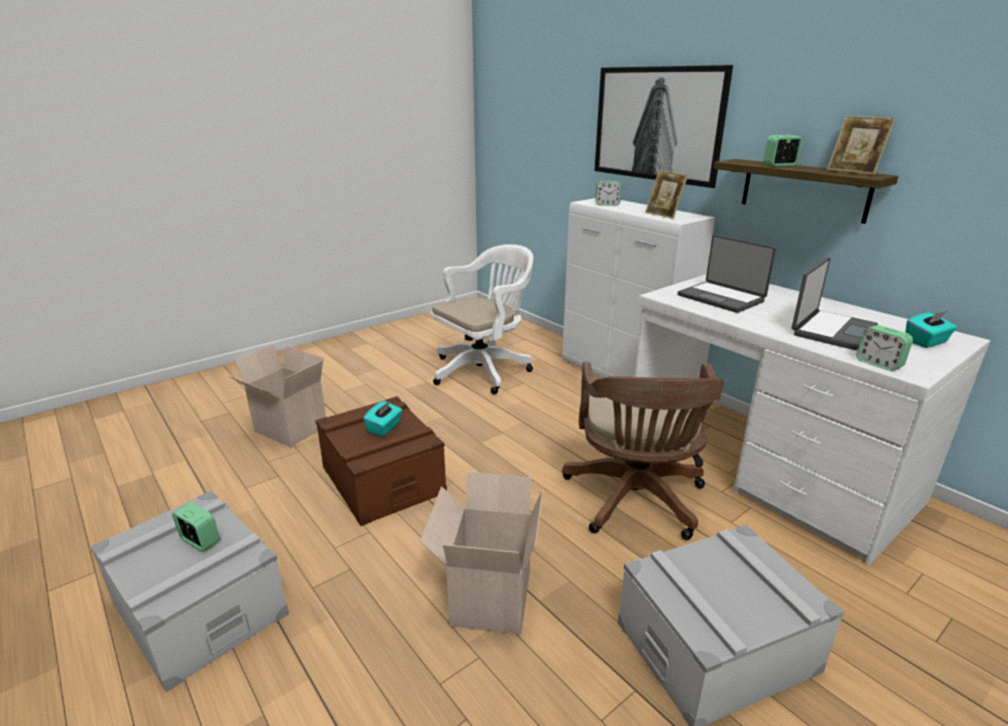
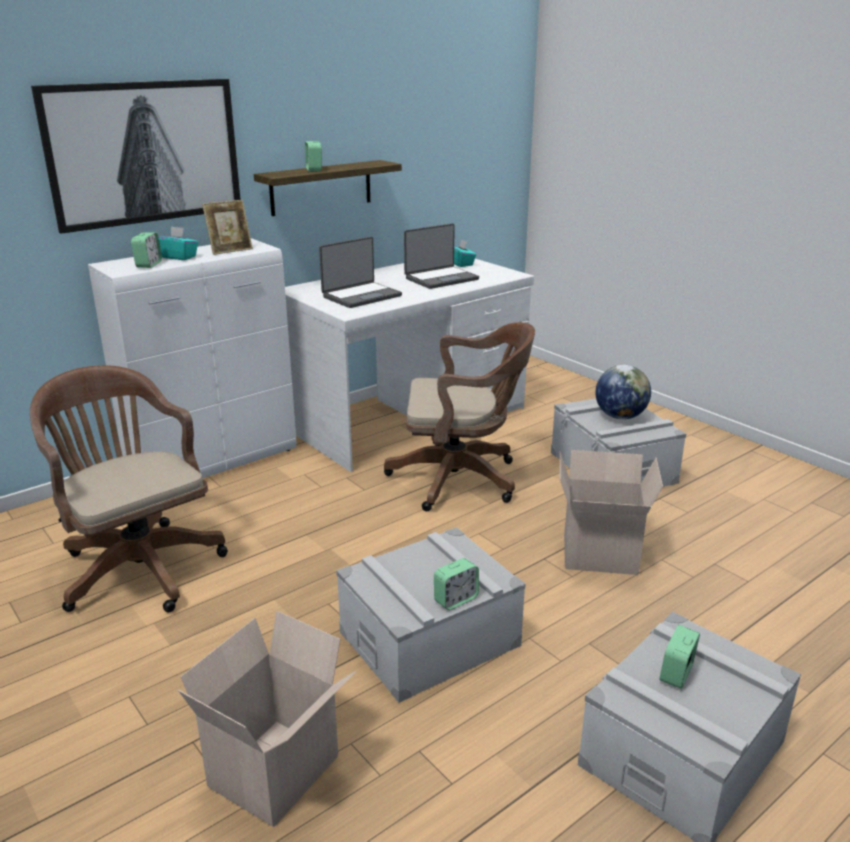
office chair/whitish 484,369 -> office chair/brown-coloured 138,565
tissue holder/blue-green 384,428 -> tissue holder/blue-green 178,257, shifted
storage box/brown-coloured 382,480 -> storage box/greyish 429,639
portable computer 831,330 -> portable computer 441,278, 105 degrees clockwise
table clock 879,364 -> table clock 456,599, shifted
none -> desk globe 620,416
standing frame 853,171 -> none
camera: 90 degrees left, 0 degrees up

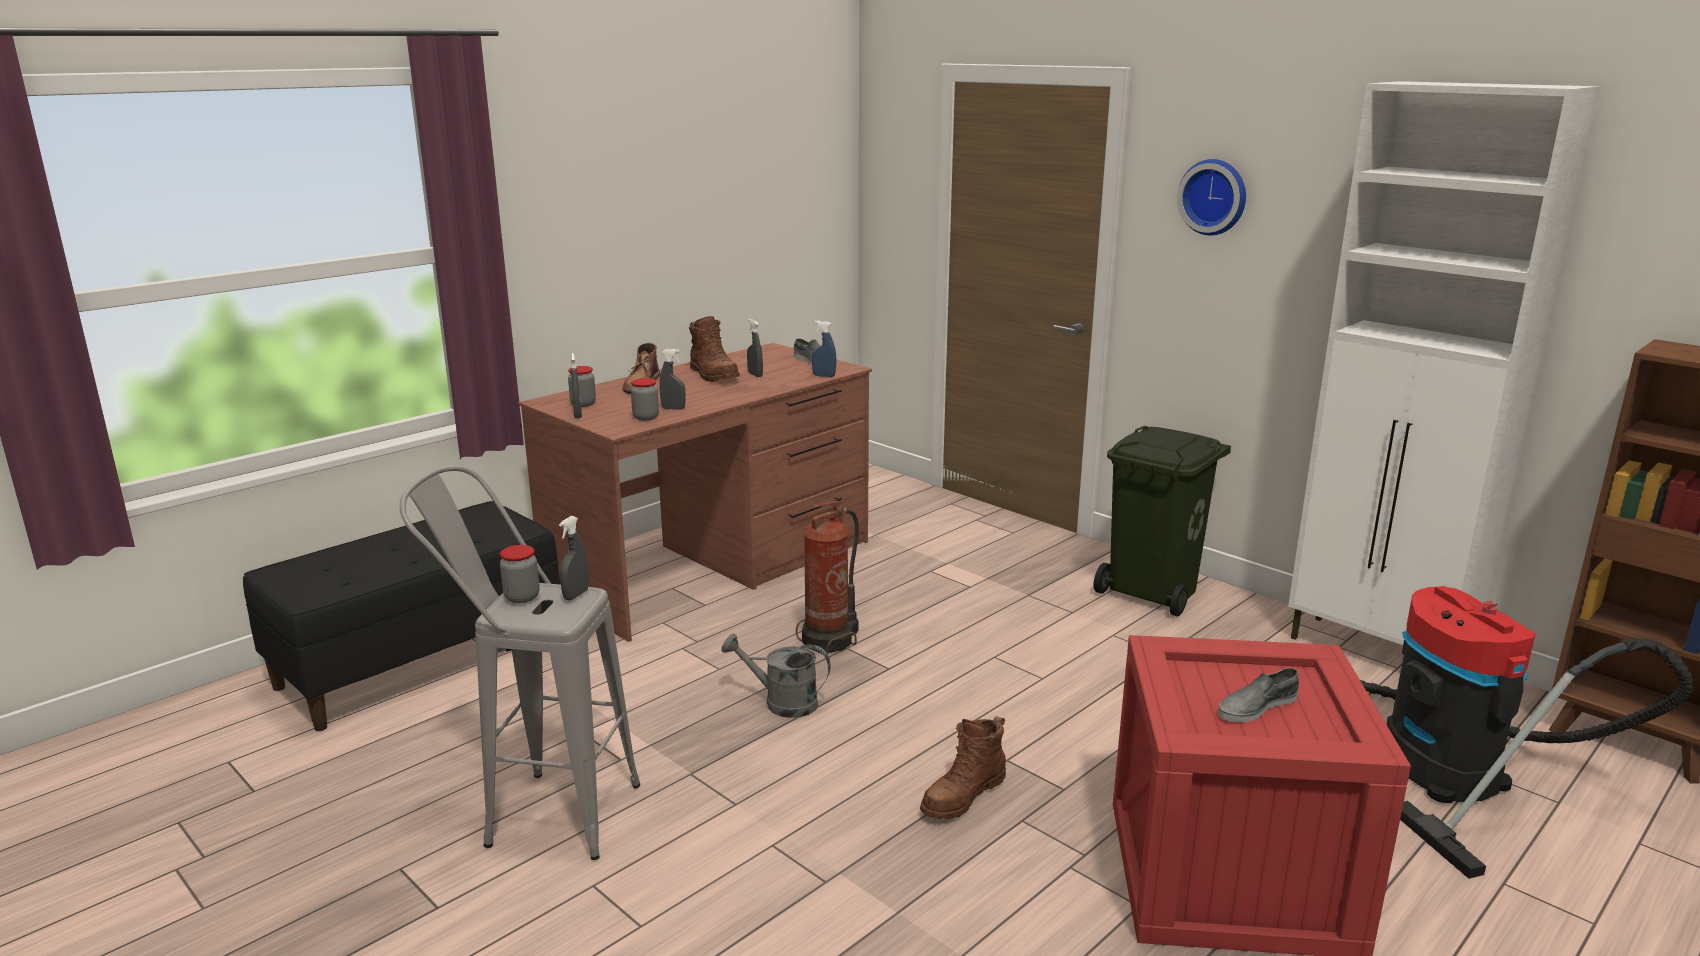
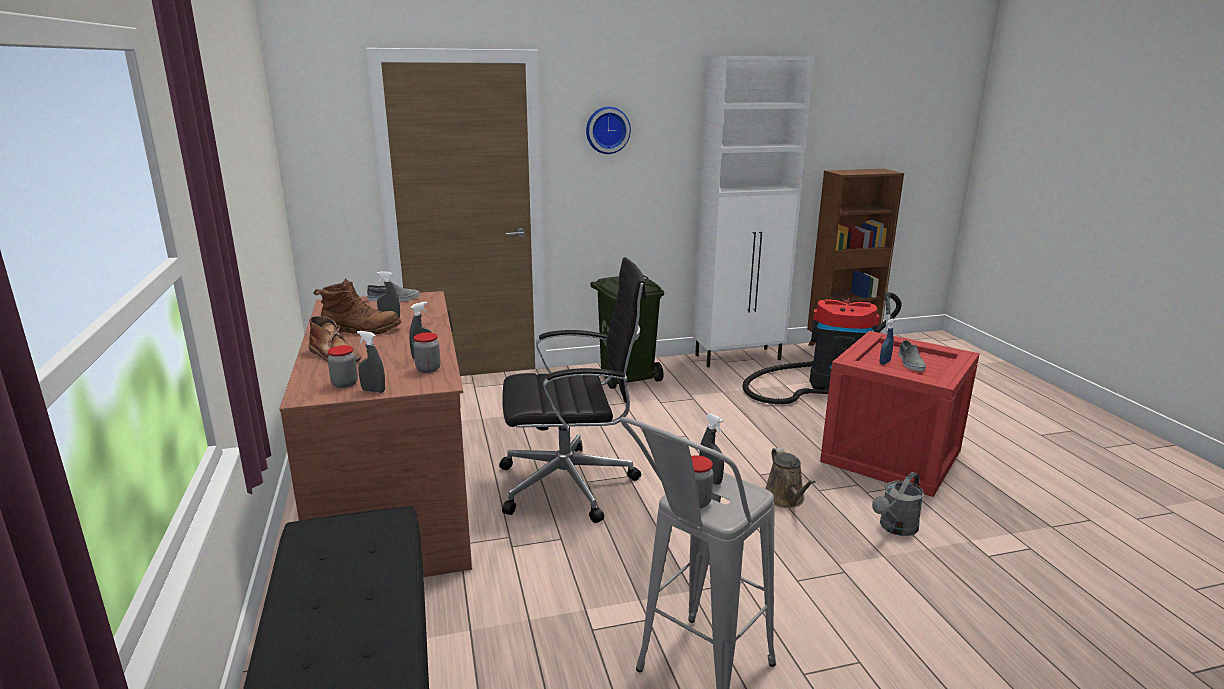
extinguisher 830,641 -> office chair/black 571,484
high-top boot/brown-coloured 963,796 -> sprinkling can/brown-coloured 786,499
sprinkling can/greyish 781,703 -> sprinkling can/greyish 895,528, shifted
hand sprayer/bluish 824,376 -> hand sprayer/bluish 884,362, shifted
camera: 60 degrees left, 0 degrees up

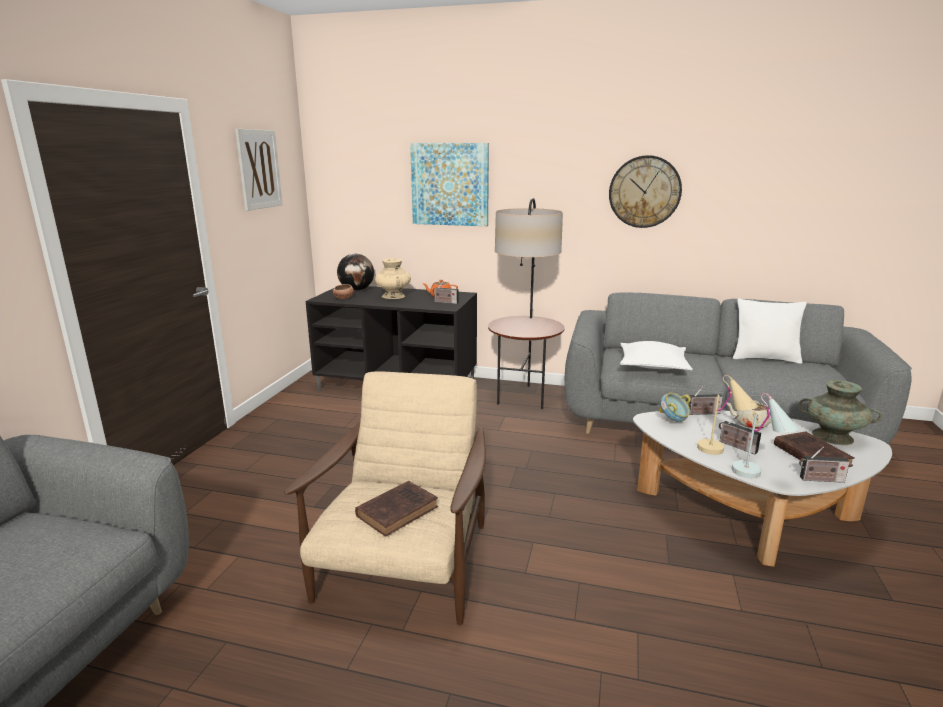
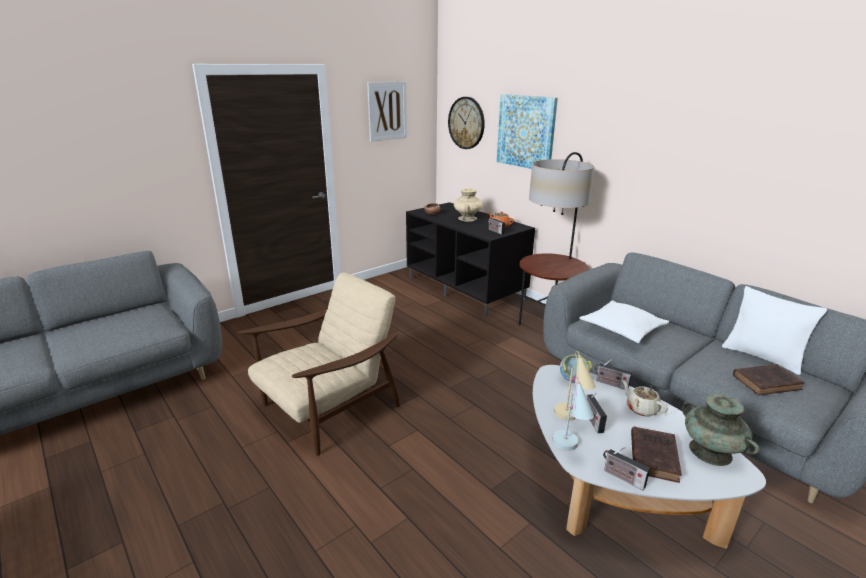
clock on the wall 644,192 -> clock on the wall 466,123, shifted
bound book/brown-coloured 399,510 -> bound book/brown-coloured 767,382, shifted
desk globe 357,290 -> none
camera: 35 degrees right, 5 degrees up

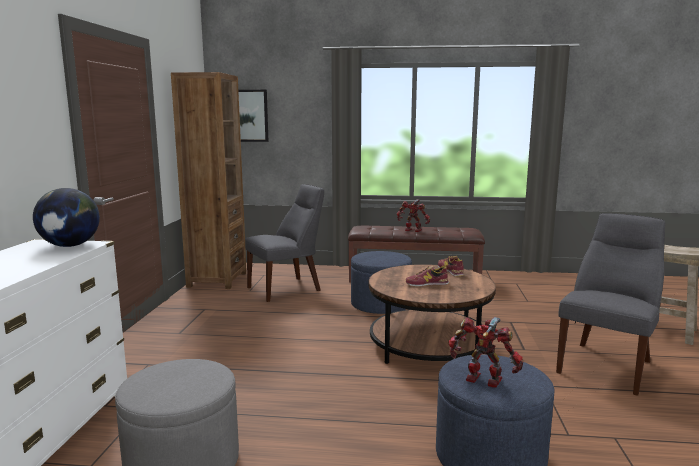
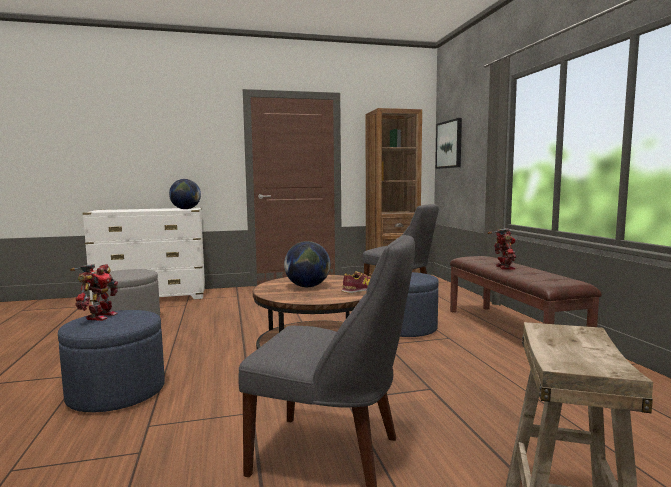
item of footwear 427,284 -> desk globe 307,286
camera: 70 degrees right, 5 degrees down

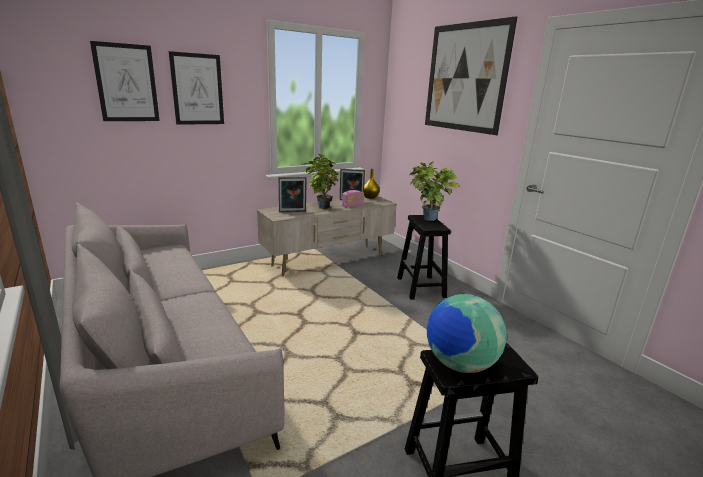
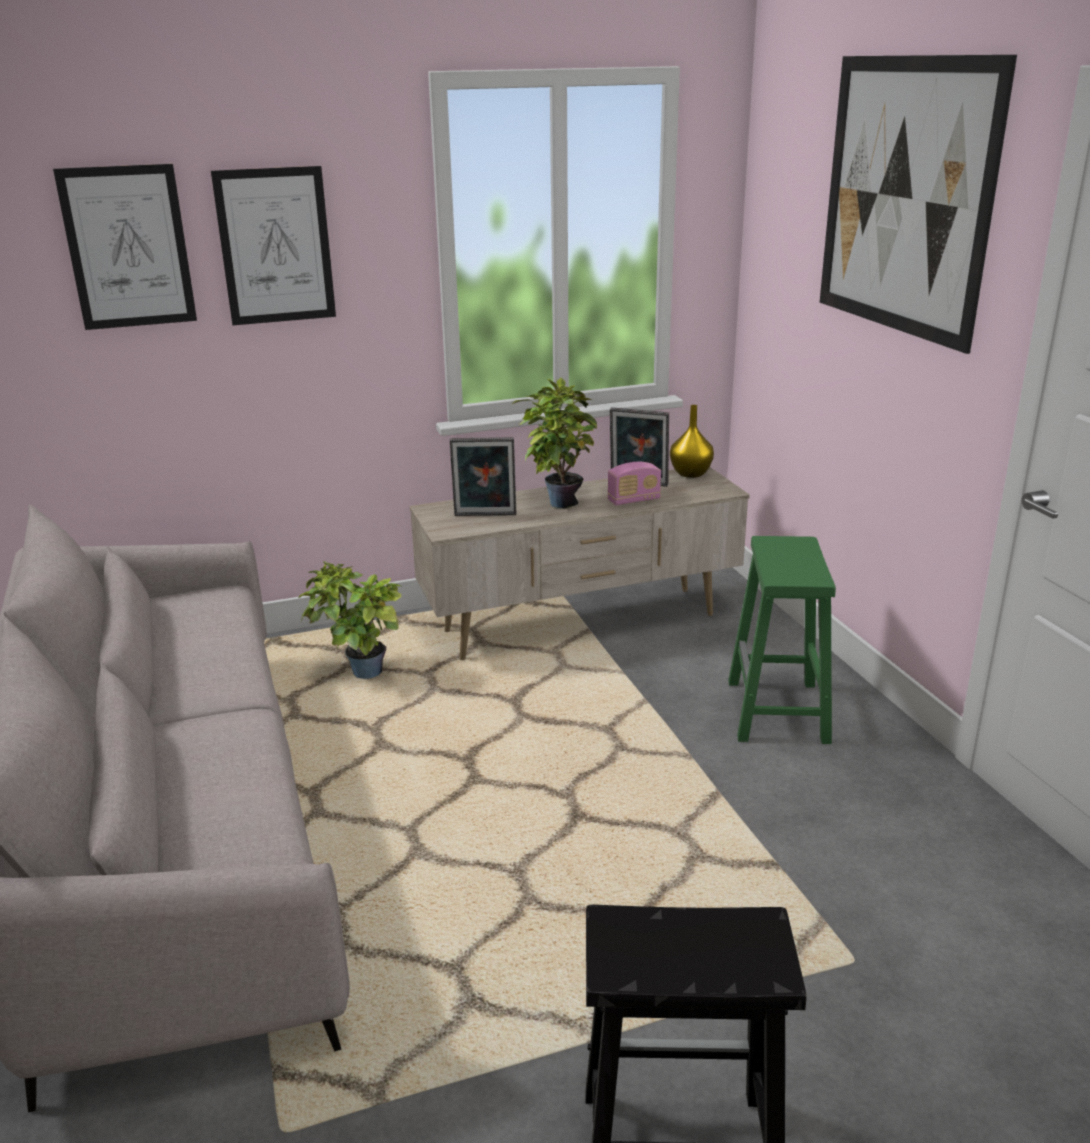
houseplant 427,219 -> houseplant 359,676, shifted
stool/black 421,287 -> stool/green 778,712
desk globe 459,364 -> none
camera: 15 degrees right, 5 degrees up

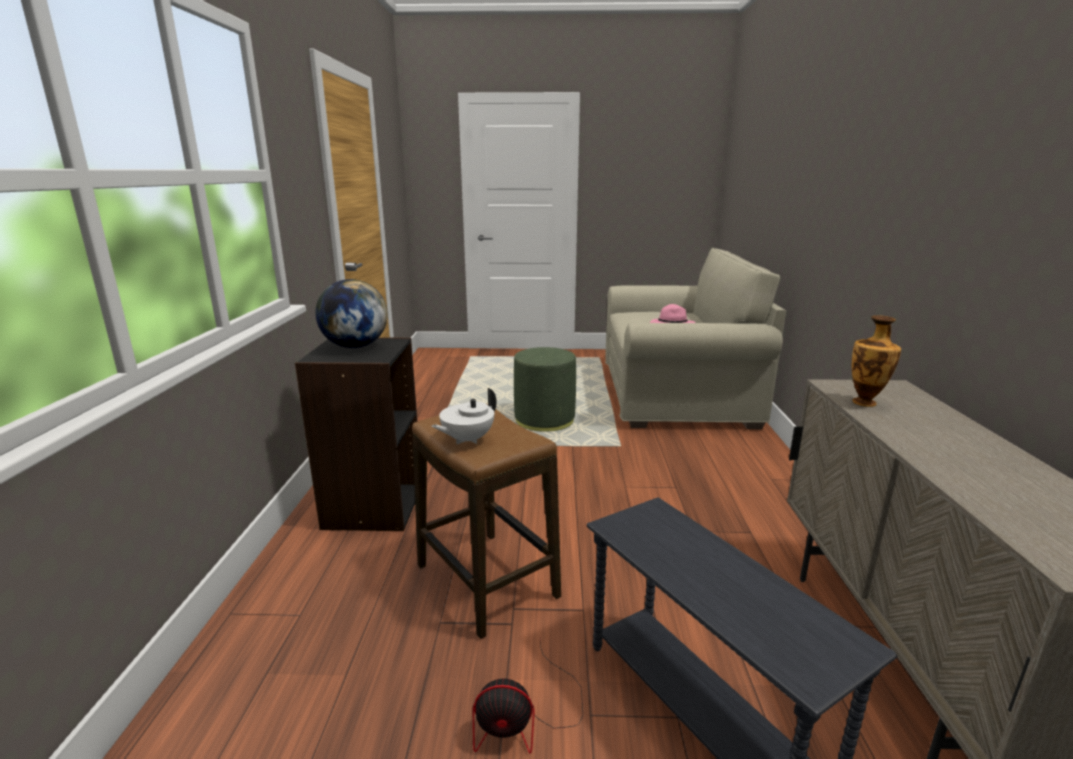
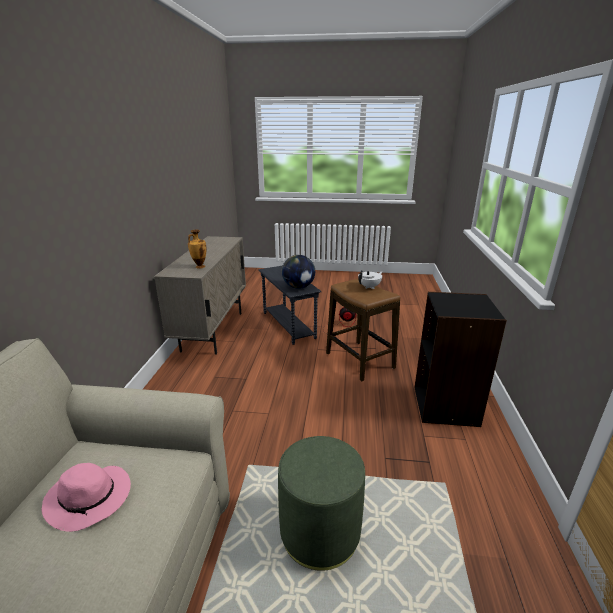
desk globe 355,346 -> desk globe 298,287, shifted
camera: 175 degrees left, 5 degrees up

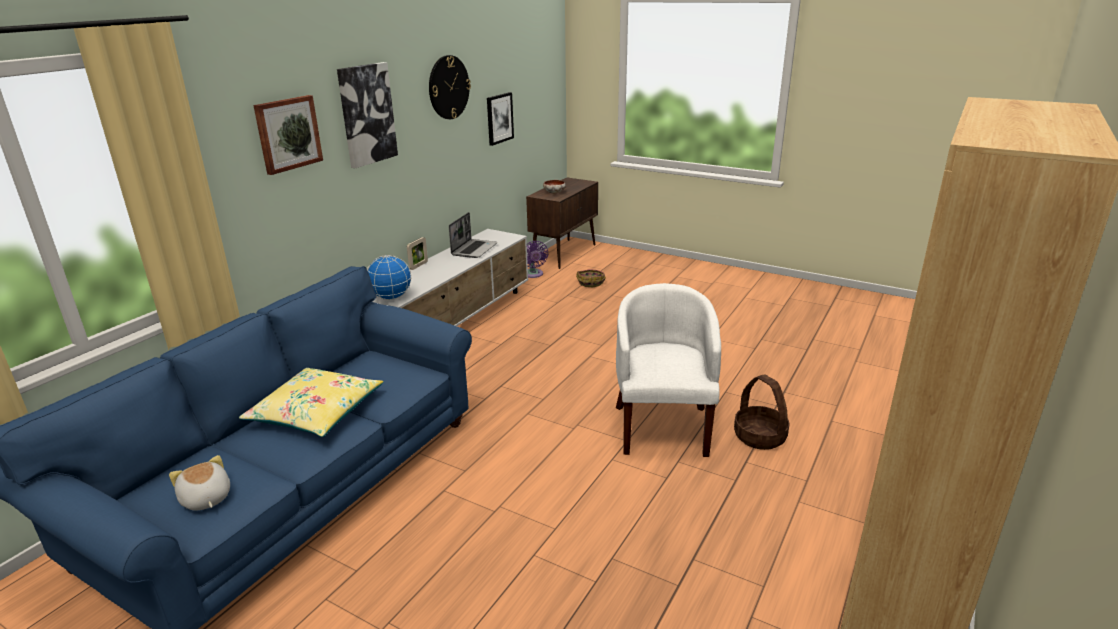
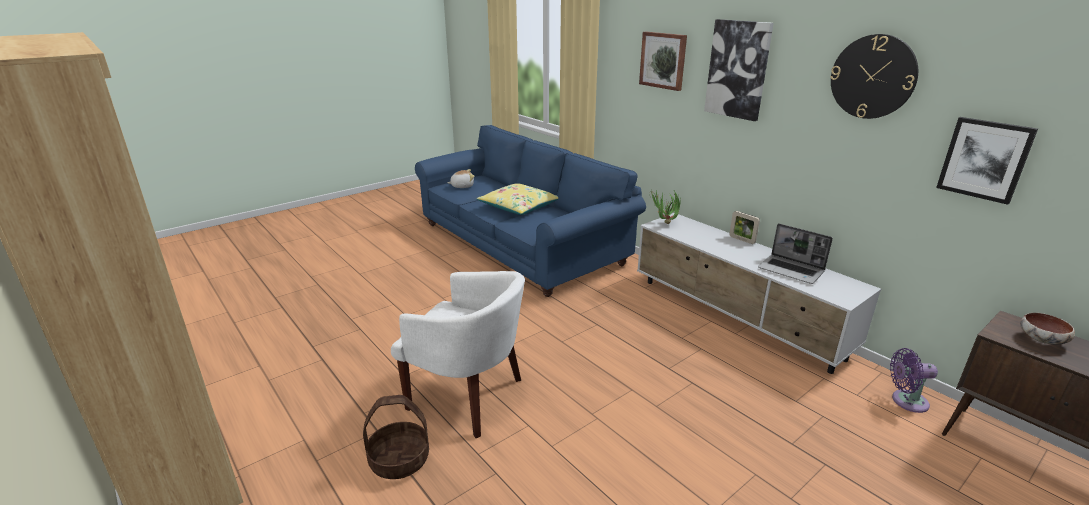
desk globe 391,297 -> houseplant 664,225
basket 591,282 -> none
camera: 110 degrees right, 0 degrees up

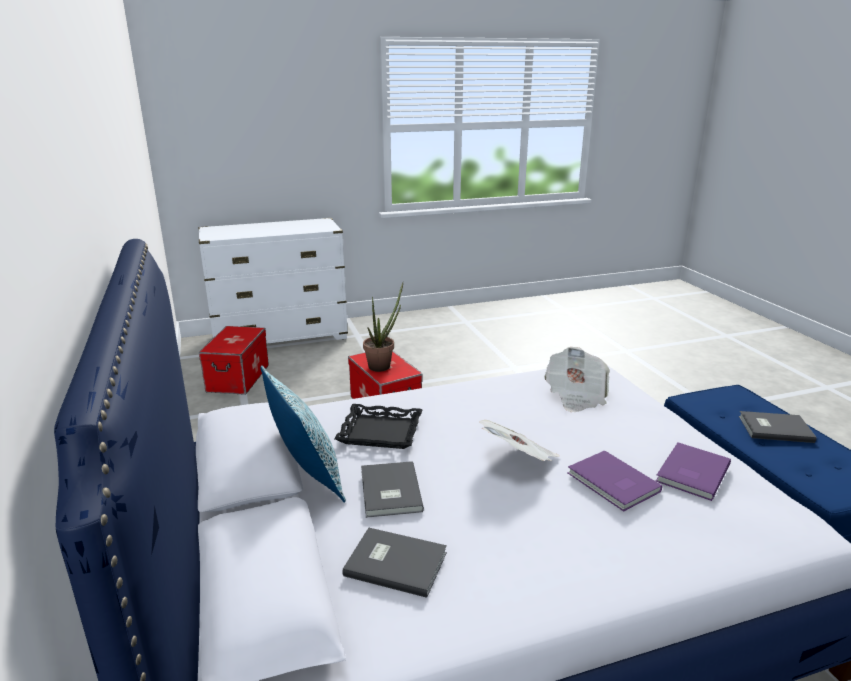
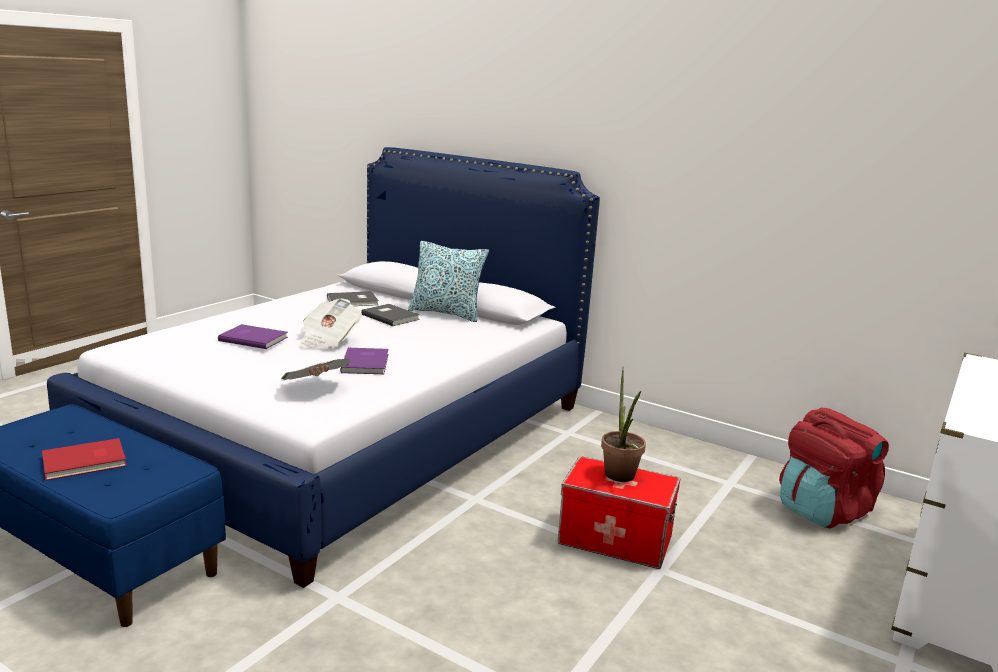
bound book/greyish 773,428 -> bound book/reddish 86,462
bound book/purplish 690,473 -> bound book/purplish 367,363, shifted
storage box 238,378 -> rucksack/reddish 823,510
carrying tray/black 380,432 -> none
camera: 140 degrees right, 5 degrees down

